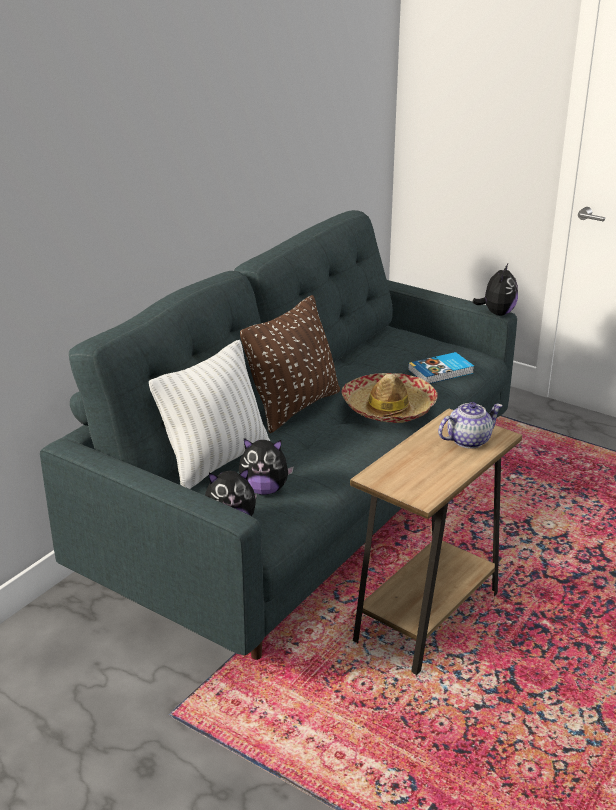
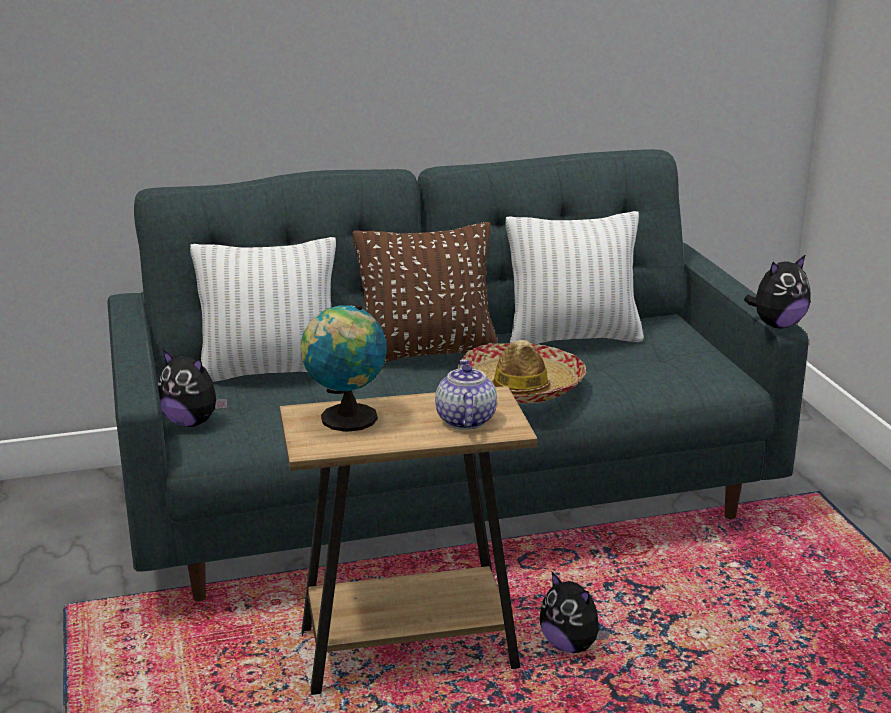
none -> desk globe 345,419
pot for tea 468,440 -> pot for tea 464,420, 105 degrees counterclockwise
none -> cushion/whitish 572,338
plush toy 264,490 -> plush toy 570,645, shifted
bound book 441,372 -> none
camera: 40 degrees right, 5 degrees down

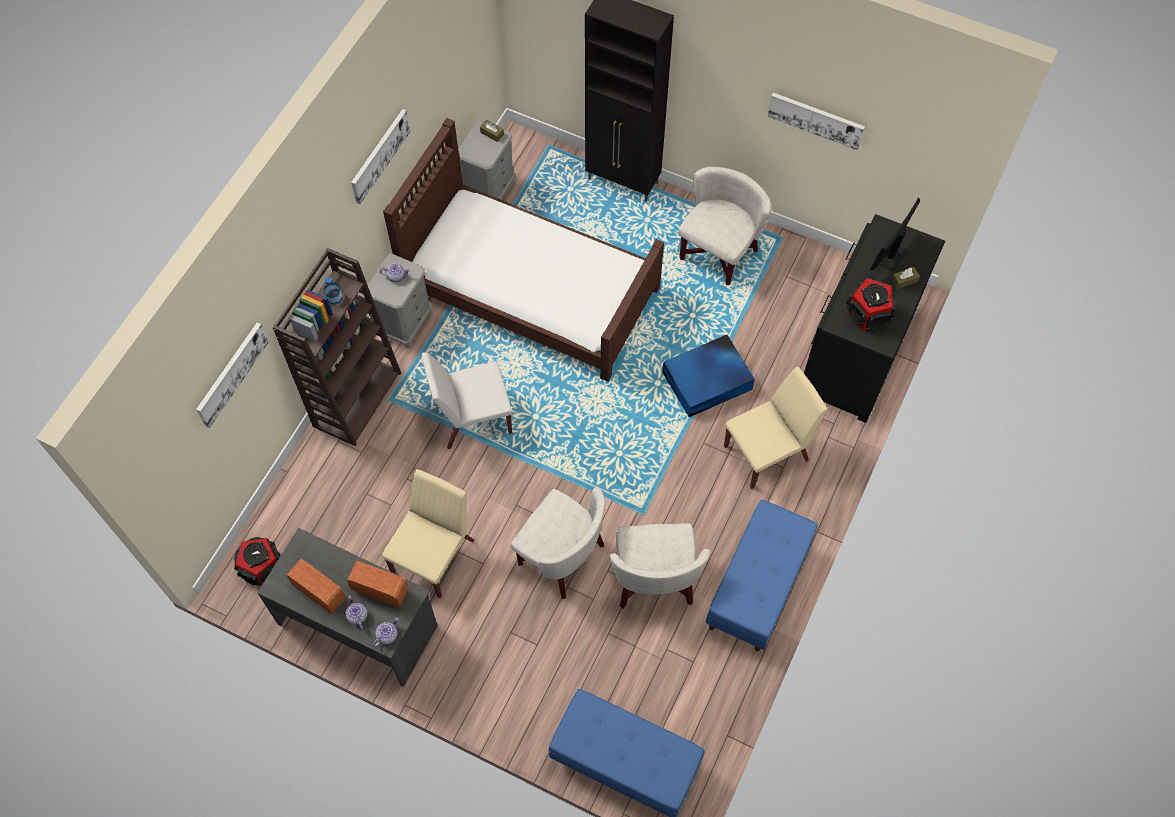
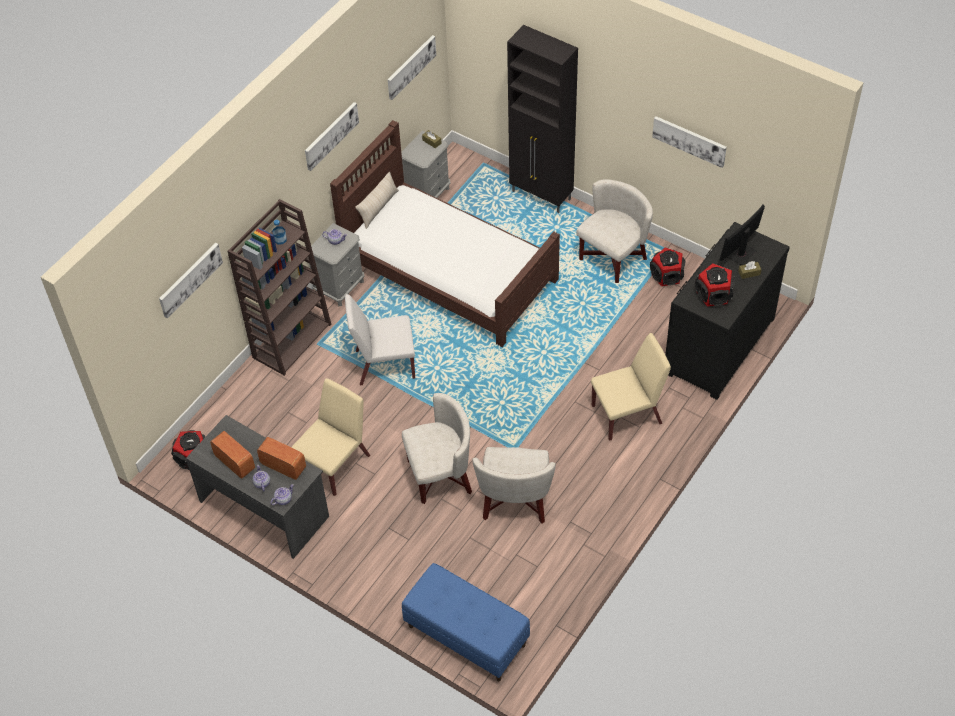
none -> cushion/beige 378,208
none -> wall picture 410,66
easy chair/whitish 561,556 -> easy chair/whitish 440,475, 60 degrees counterclockwise
none -> audio speaker 667,275
storage box/bluish 708,381 -> none
indoor bench/bluish 758,587 -> none
camera: 10 degrees right, 10 degrees down

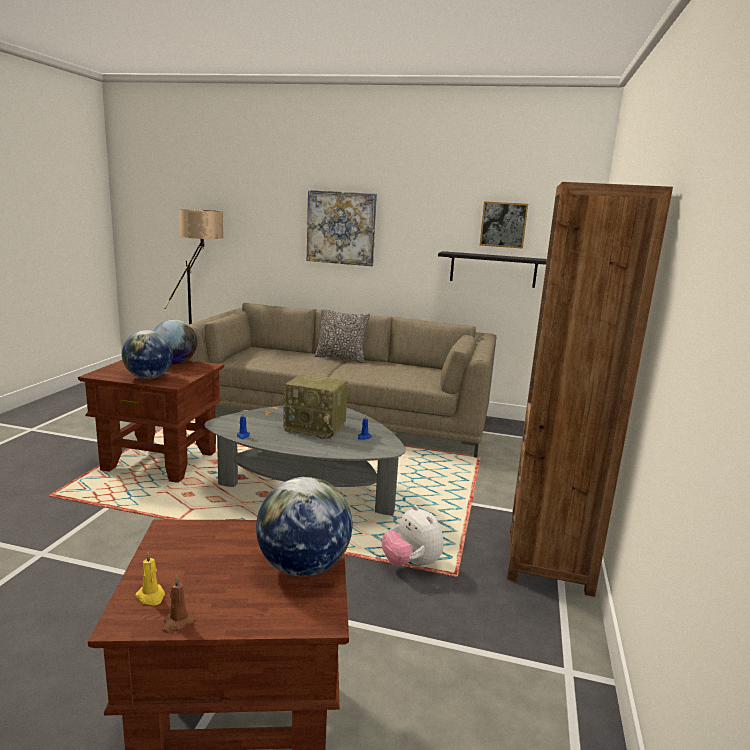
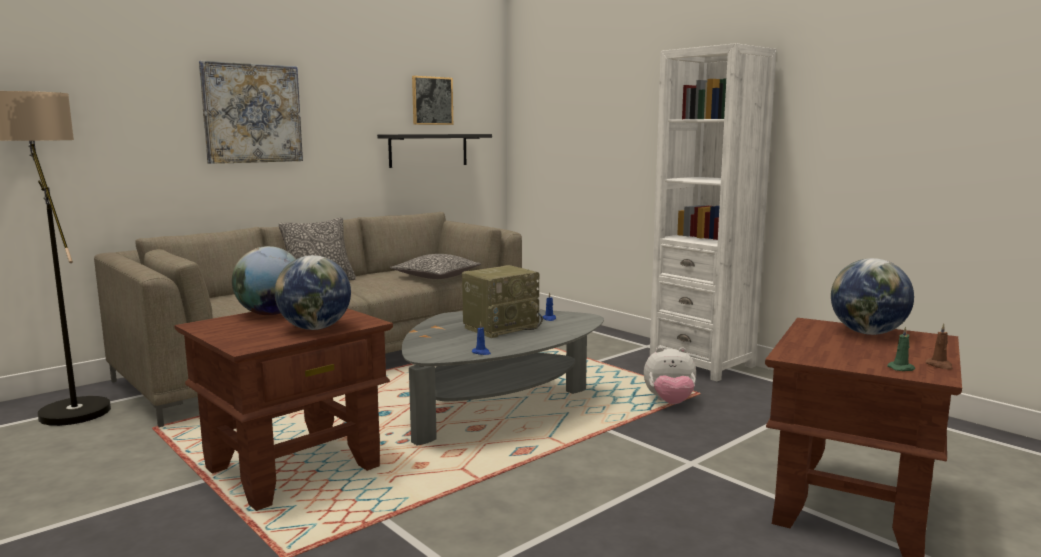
none -> cushion 436,276
shelving unit/brown-coloured 549,560 -> shelving unit/whitish 702,364
wax light/yellow-coloured 151,596 -> wax light/green 902,368
camera: 55 degrees left, 5 degrees down

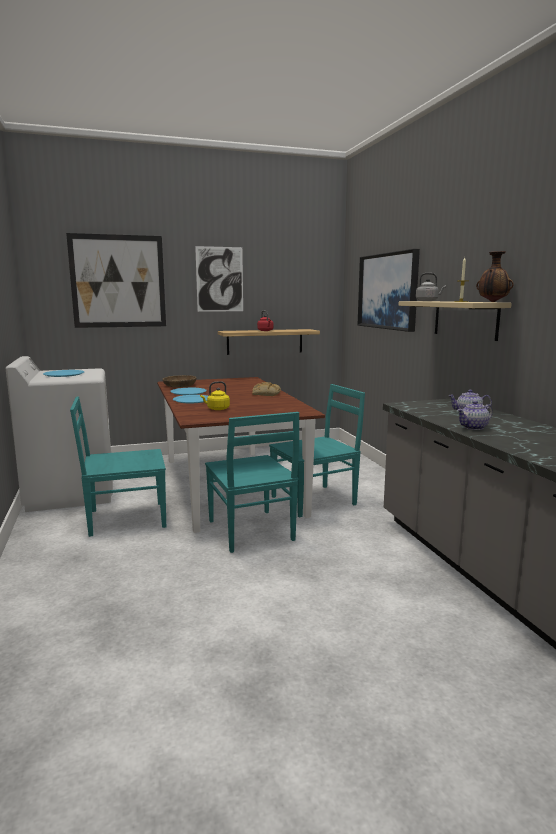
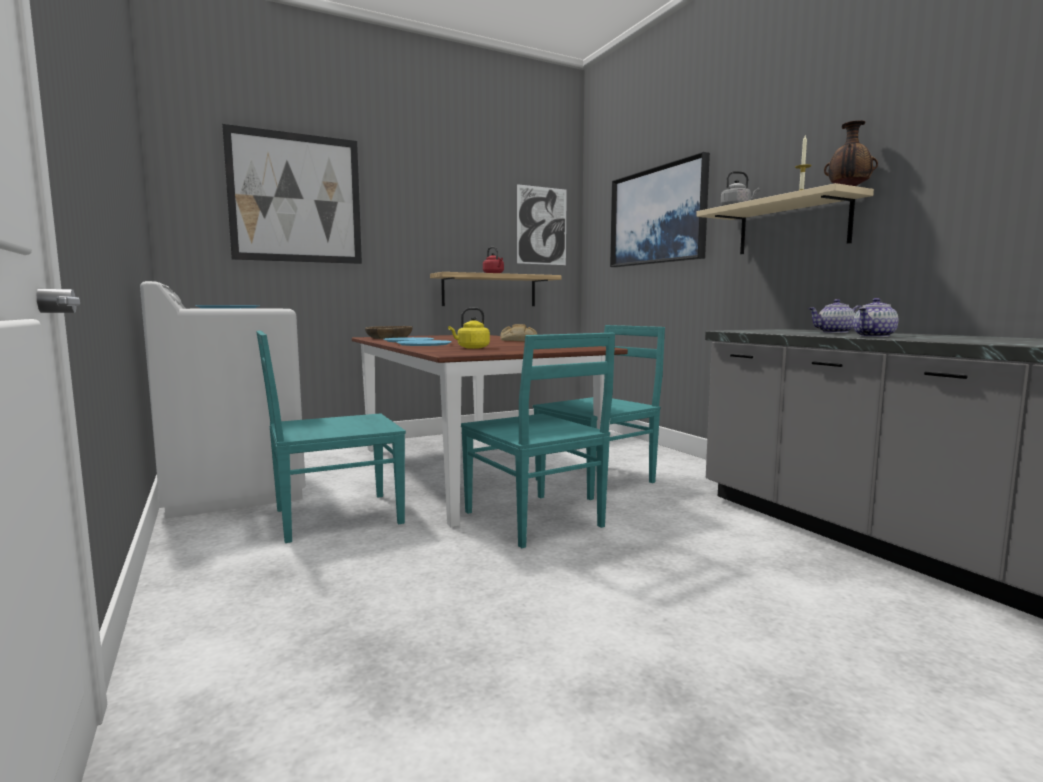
wall picture 219,279 -> wall picture 542,226, shifted
camera: 10 degrees left, 5 degrees down

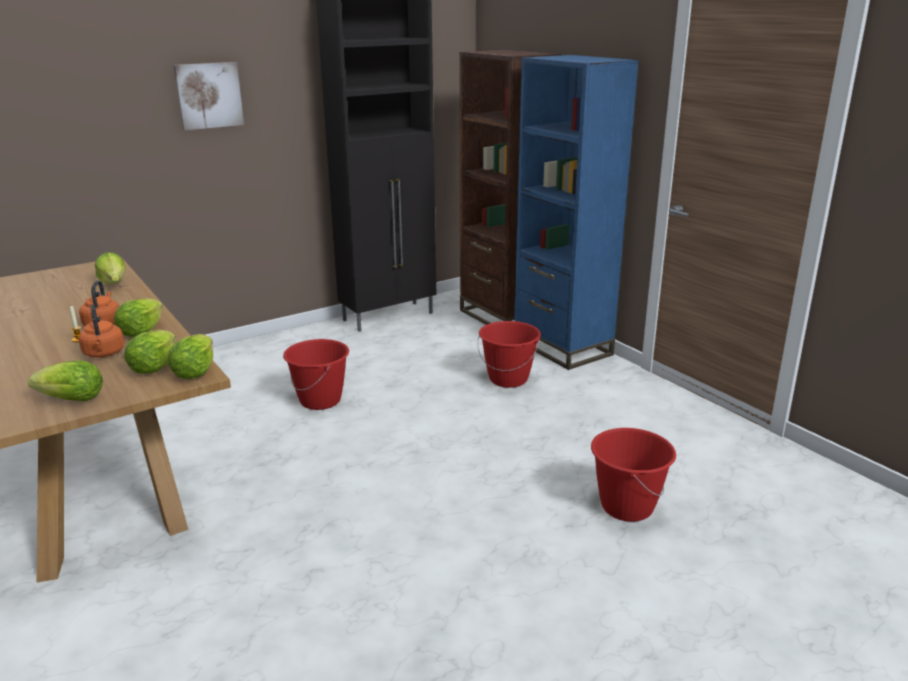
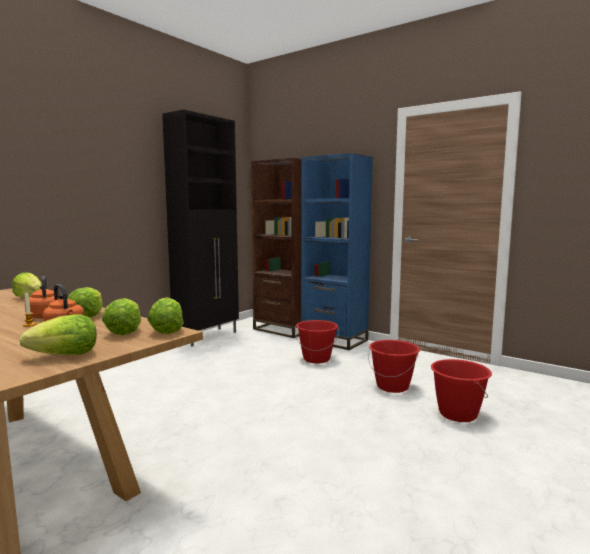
water bucket/reddish 320,400 -> water bucket/reddish 392,386, shifted
wall picture 209,95 -> none
camera: 20 degrees left, 15 degrees down

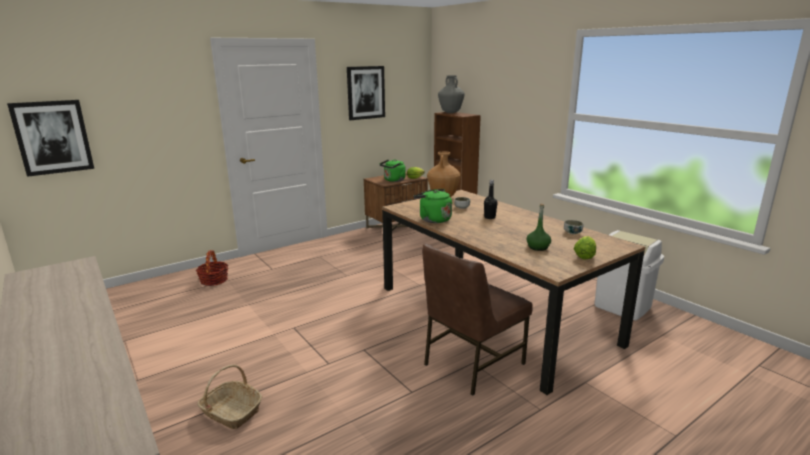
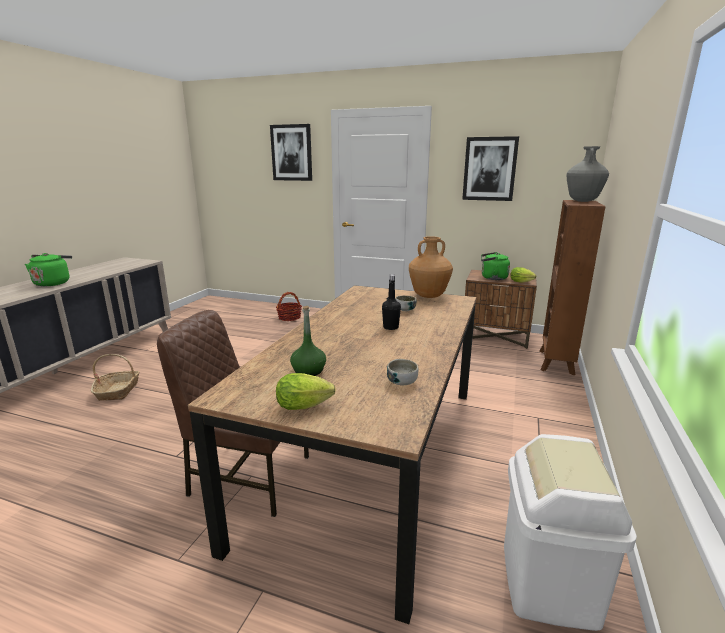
water kettle/green 433,219 -> water kettle/green 53,283, shifted
wall picture 53,137 -> wall picture 291,153, shifted
camera: 55 degrees right, 0 degrees up

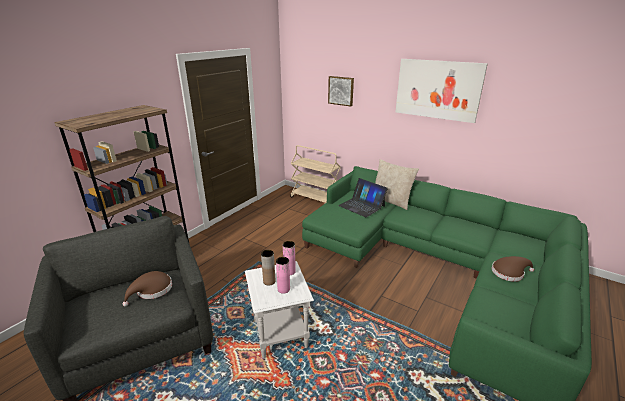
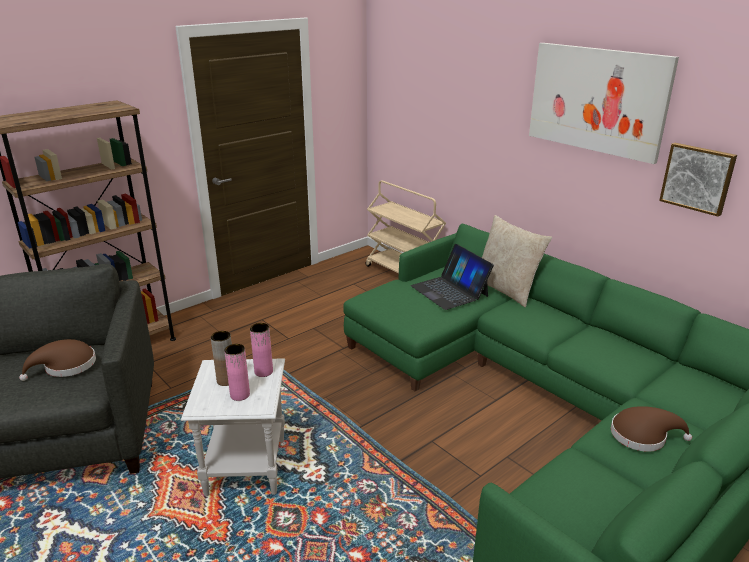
wall picture 341,90 -> wall picture 697,178, shifted
camera: 15 degrees right, 0 degrees up

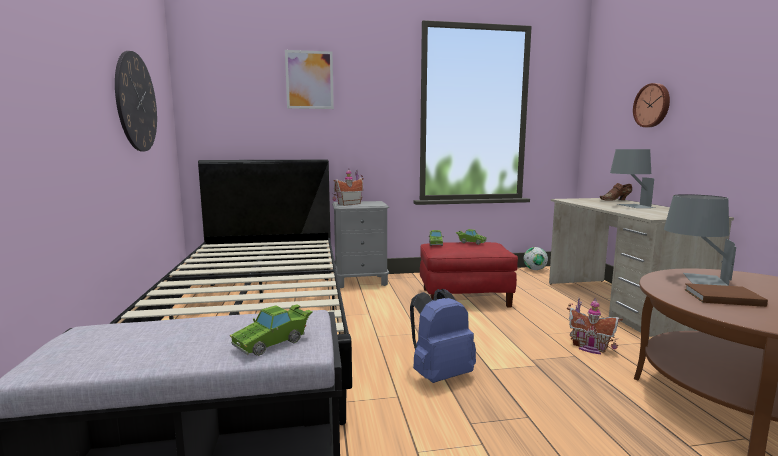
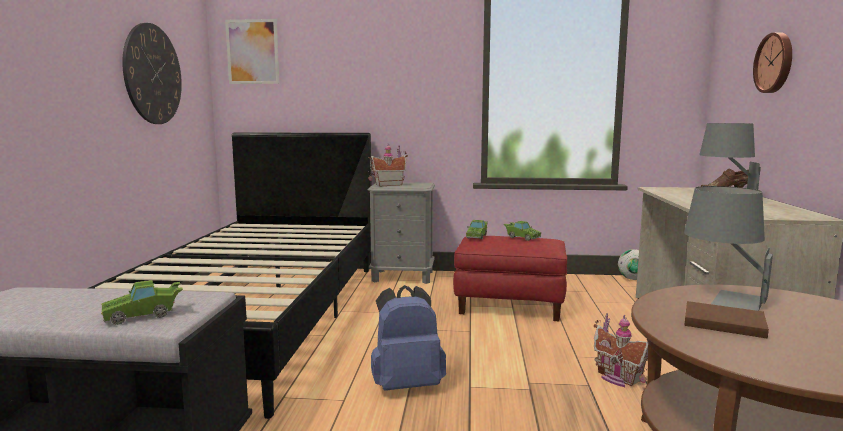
wall picture 309,80 -> wall picture 252,52, shifted
camera: 15 degrees right, 0 degrees up

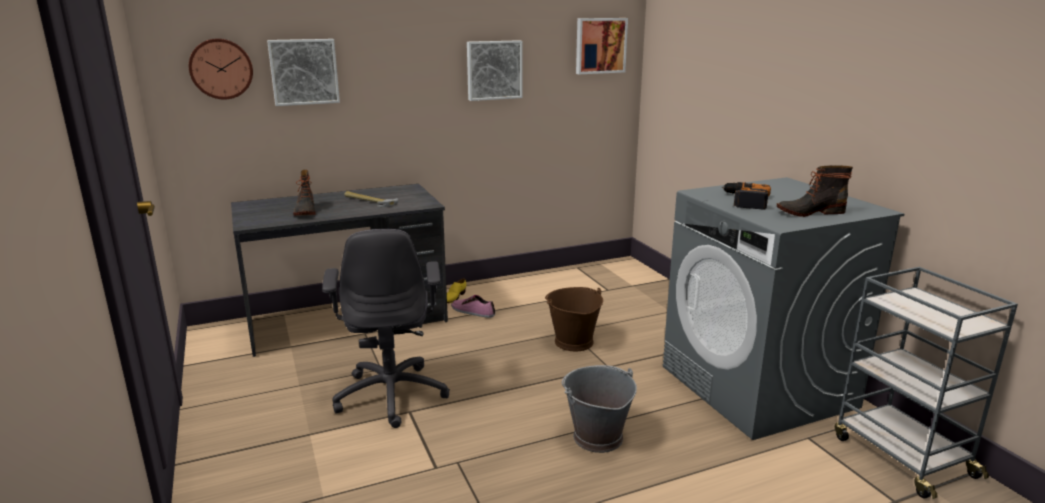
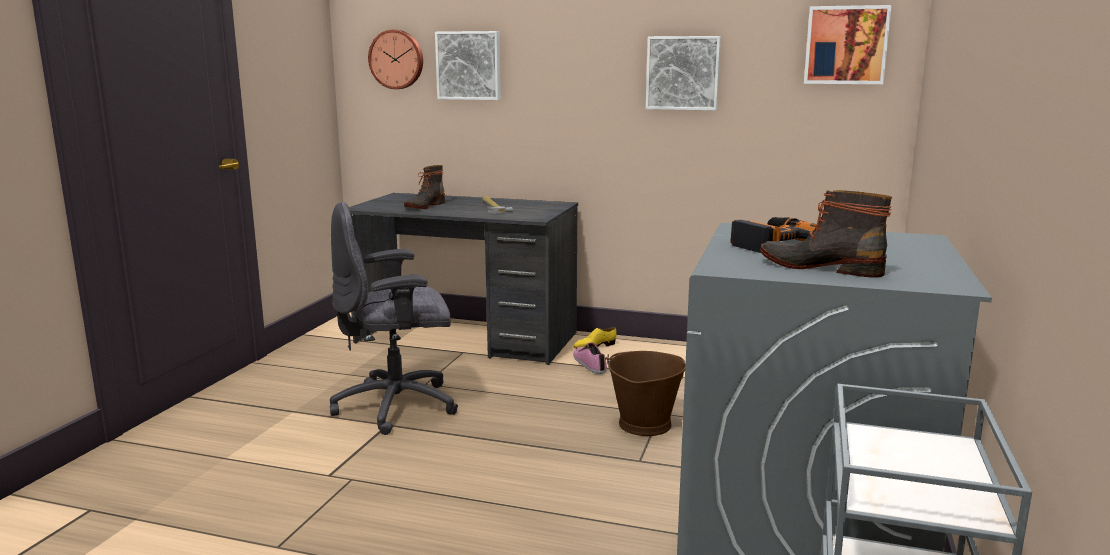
office chair/greyish 392,394 -> office chair/greyish 398,406, 45 degrees clockwise
water bucket/greyish 597,437 -> none
camera: 40 degrees right, 5 degrees down

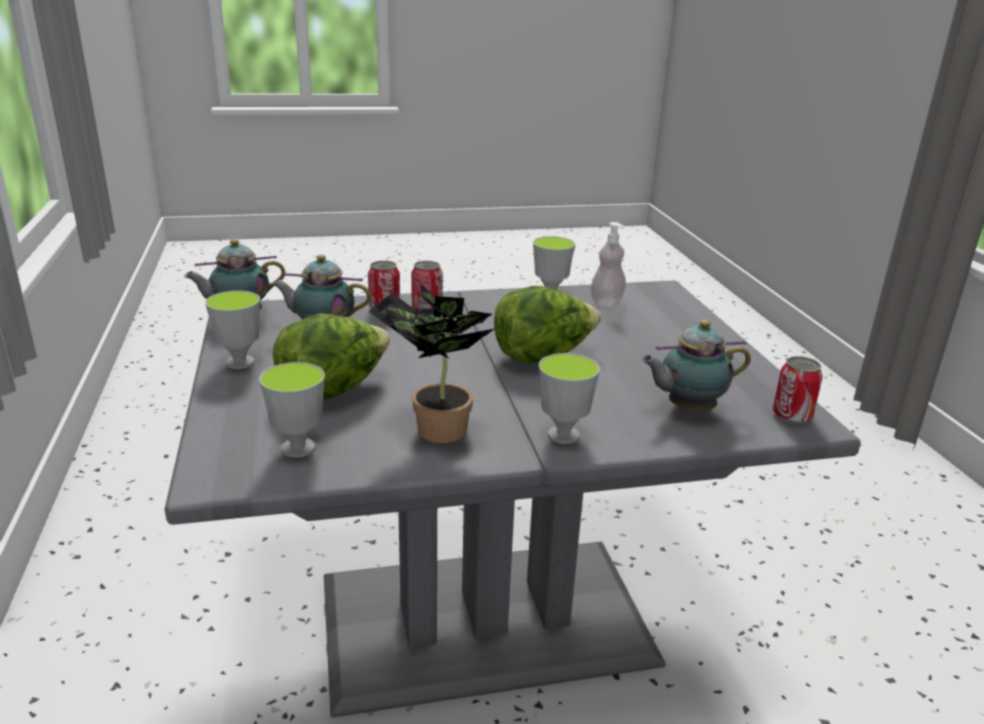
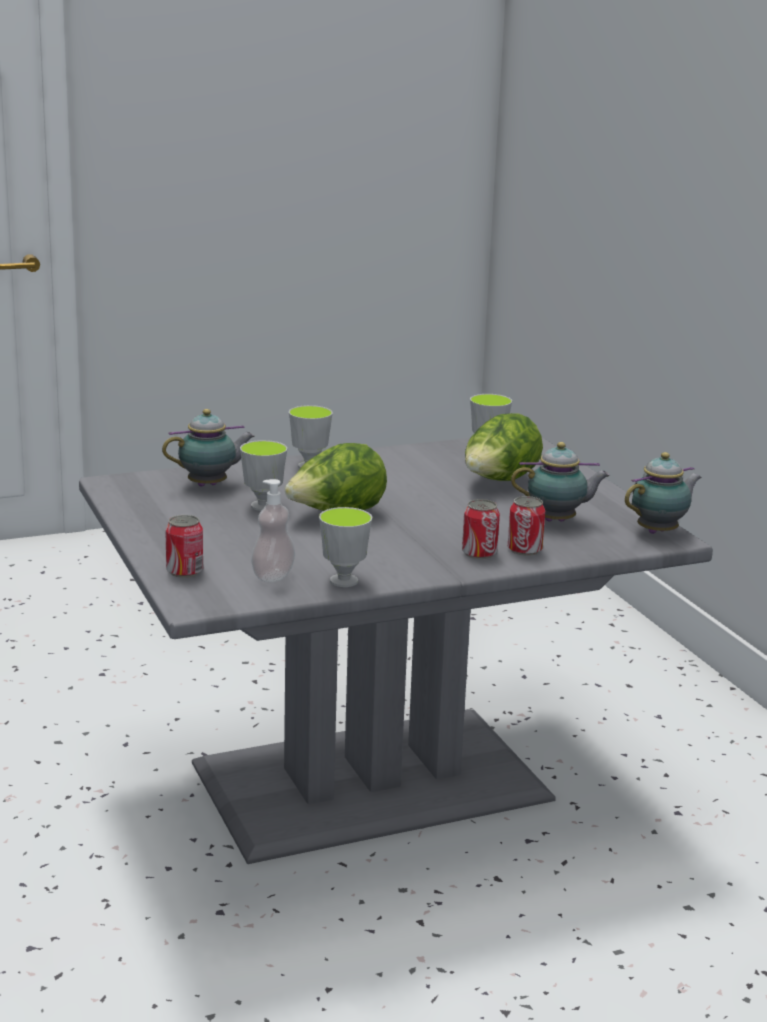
metal can 792,415 -> metal can 184,571, shifted
small cup 240,362 -> small cup 263,506, shifted
houseplant 434,429 -> none
camera: 170 degrees right, 5 degrees down

